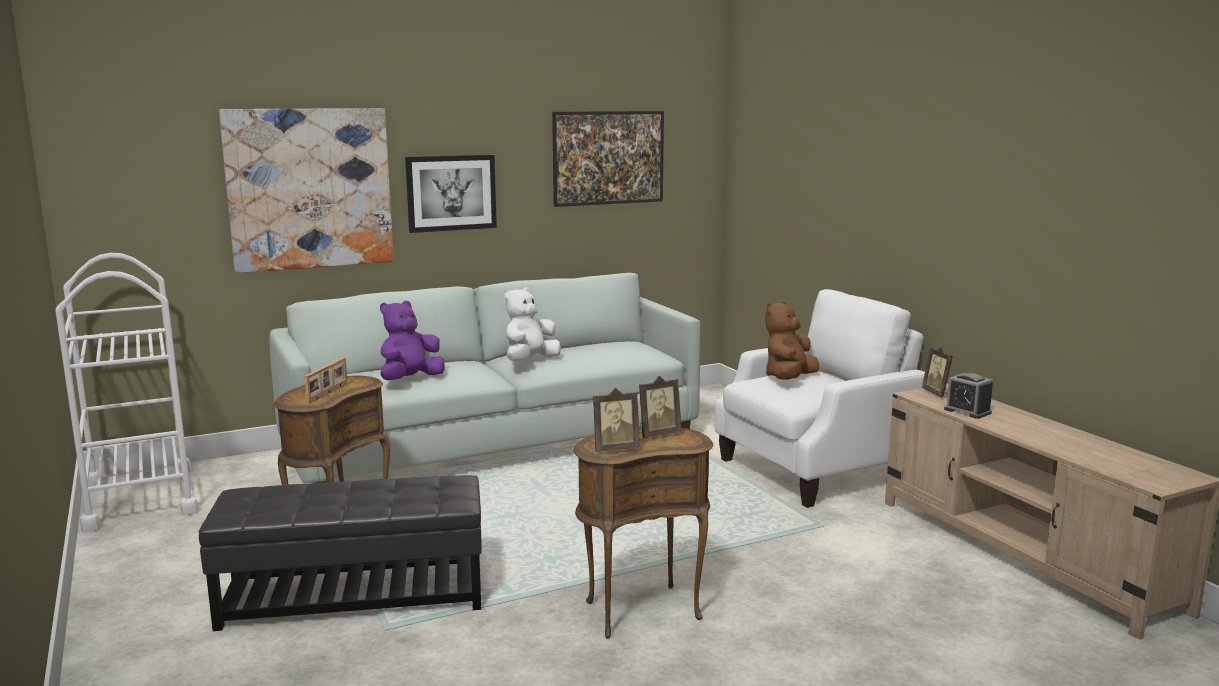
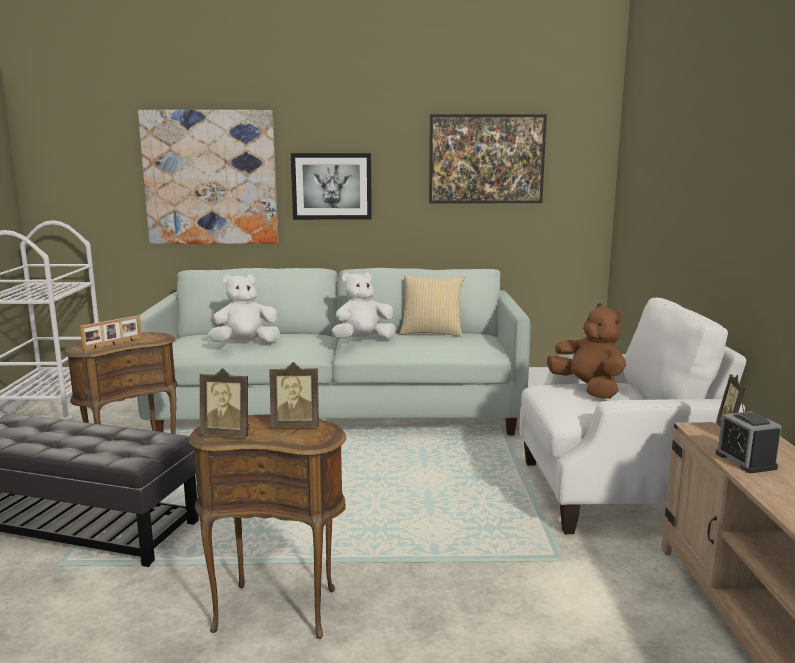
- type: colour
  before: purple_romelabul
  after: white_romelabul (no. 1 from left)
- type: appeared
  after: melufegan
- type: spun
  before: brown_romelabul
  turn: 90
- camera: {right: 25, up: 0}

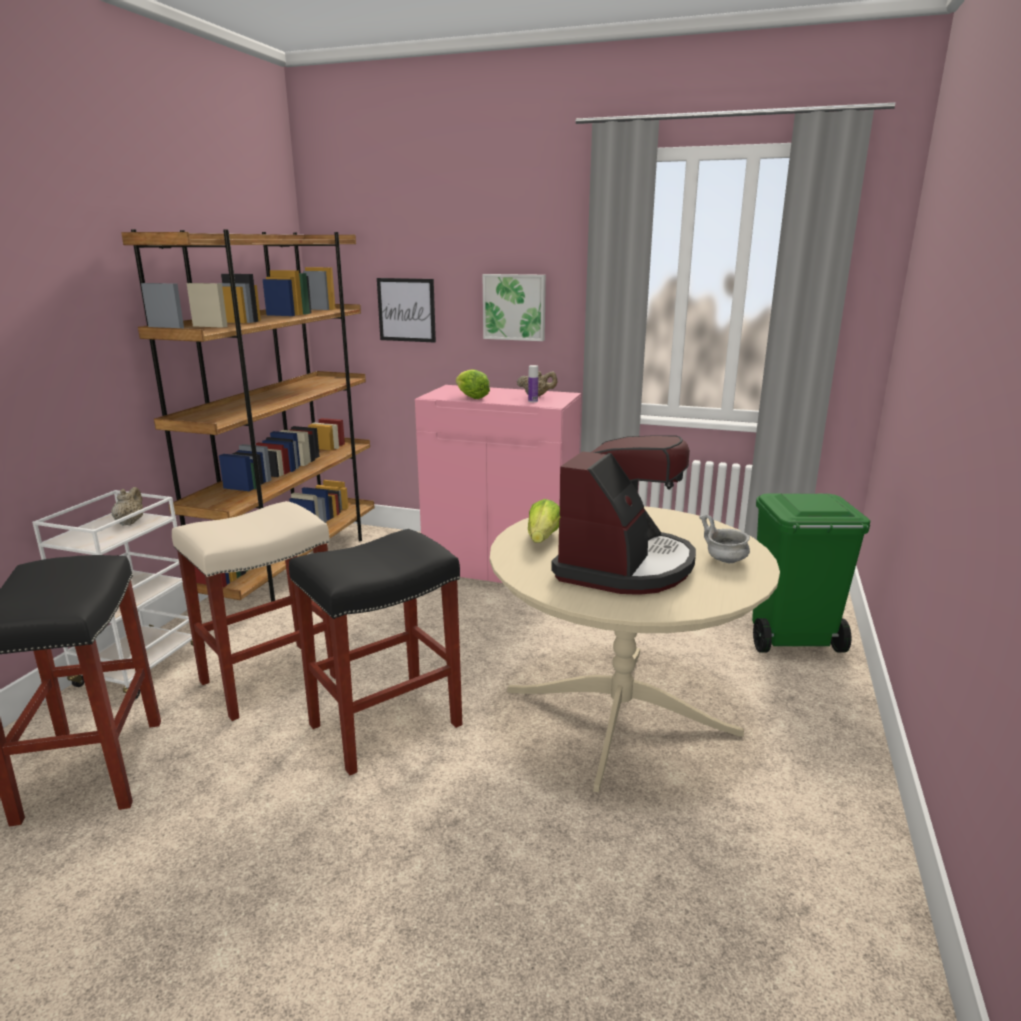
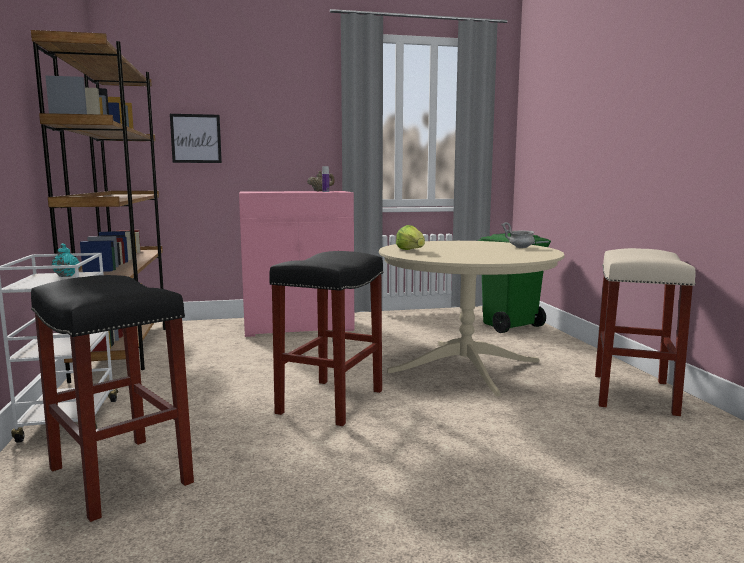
- type: colour
  before: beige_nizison (no. 1 from left)
  after: turquoise_nizison
- type: relocated
  before: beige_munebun
- type: missing
  before: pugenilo (no. 1 from left)
- type: missing
  before: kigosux (no. 2 from left)
- type: missing
  before: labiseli
- camera: {right: -30, up: -10}

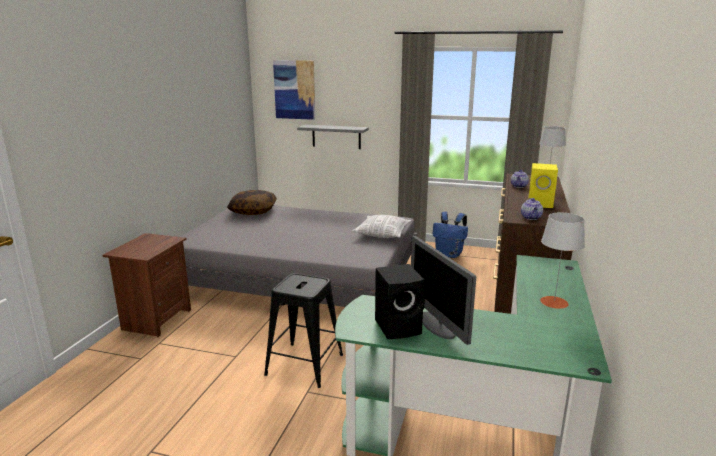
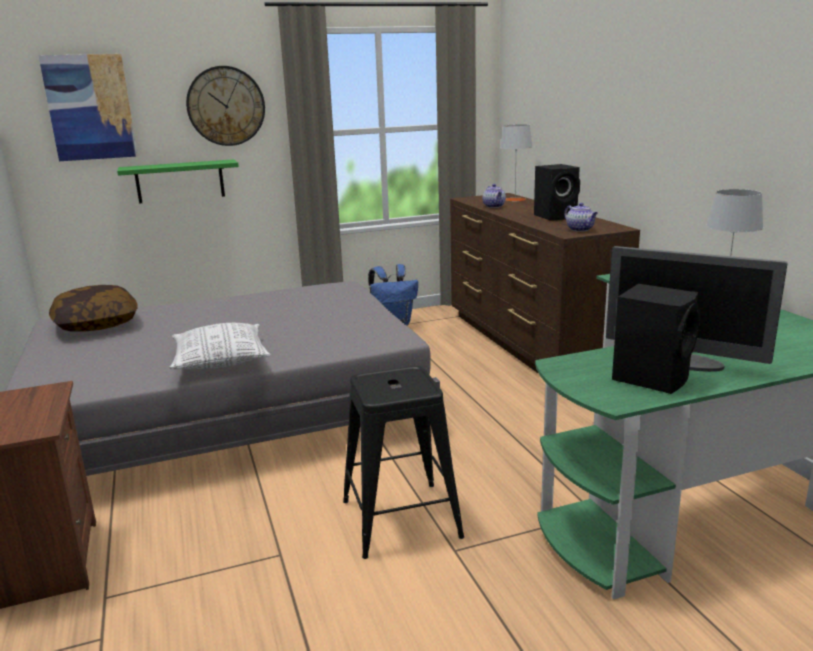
- type: colour
  before: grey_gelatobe
  after: green_gelatobe
- type: relocated
  before: melufegan (no. 2 from left)
- type: appeared
  after: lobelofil
- type: colour
  before: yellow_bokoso
  after: black_bokoso (no. 1 from left)
- camera: {right: -35, up: 0}

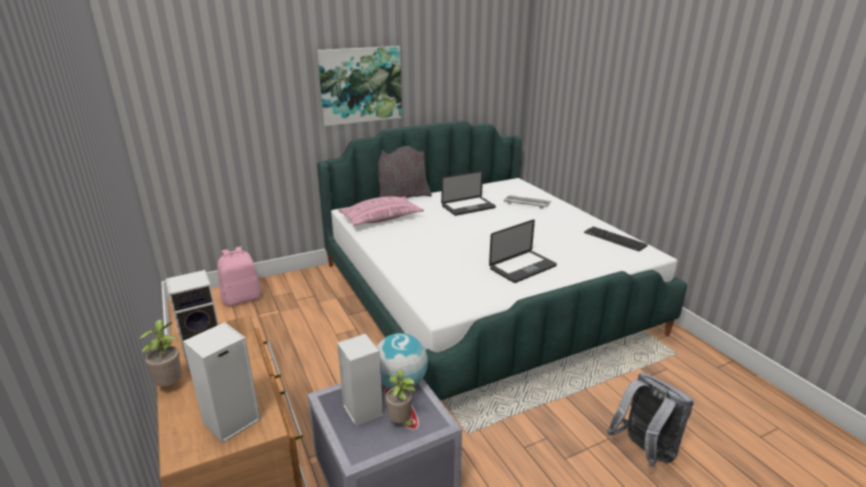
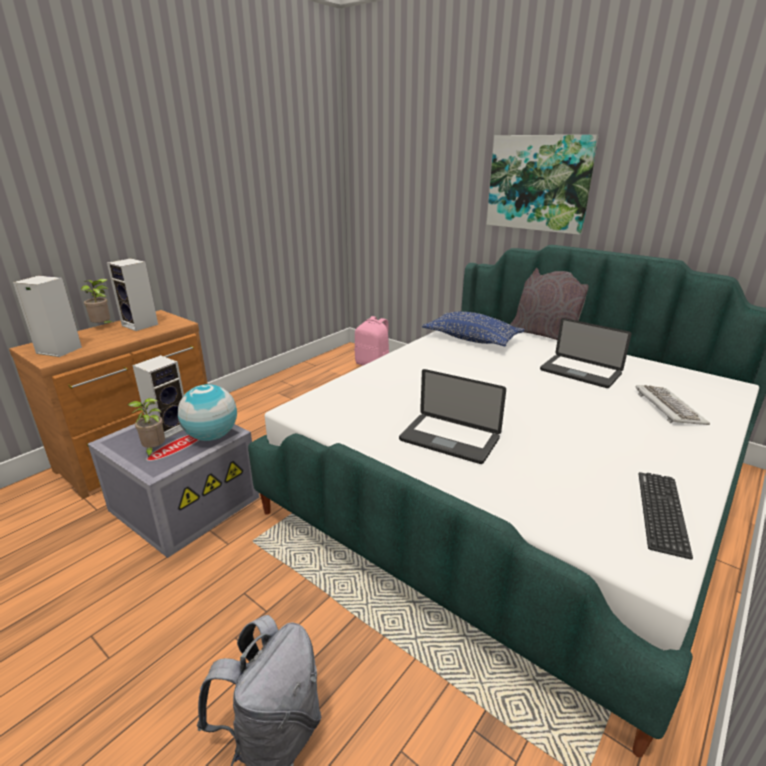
- type: colour
  before: pink_melufegan
  after: blue_melufegan
- camera: {right: 65, up: 0}

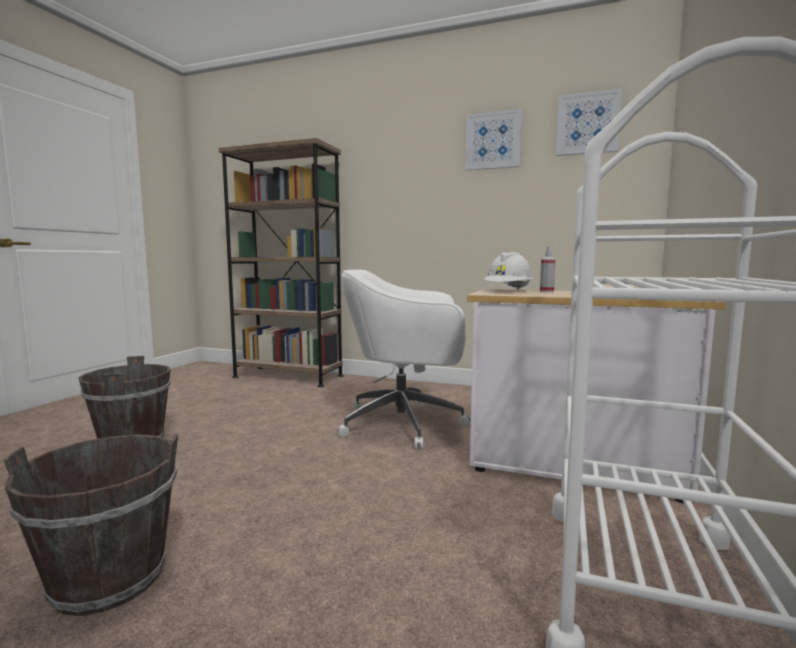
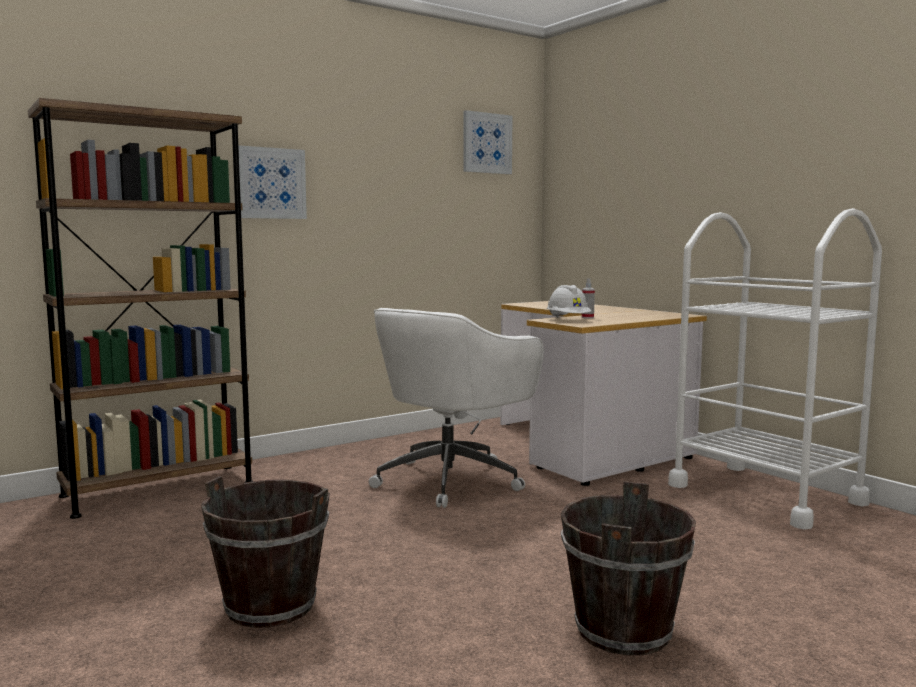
- type: relocated
  before: kigosux (no. 1 from left)
- camera: {right: -55, up: 0}

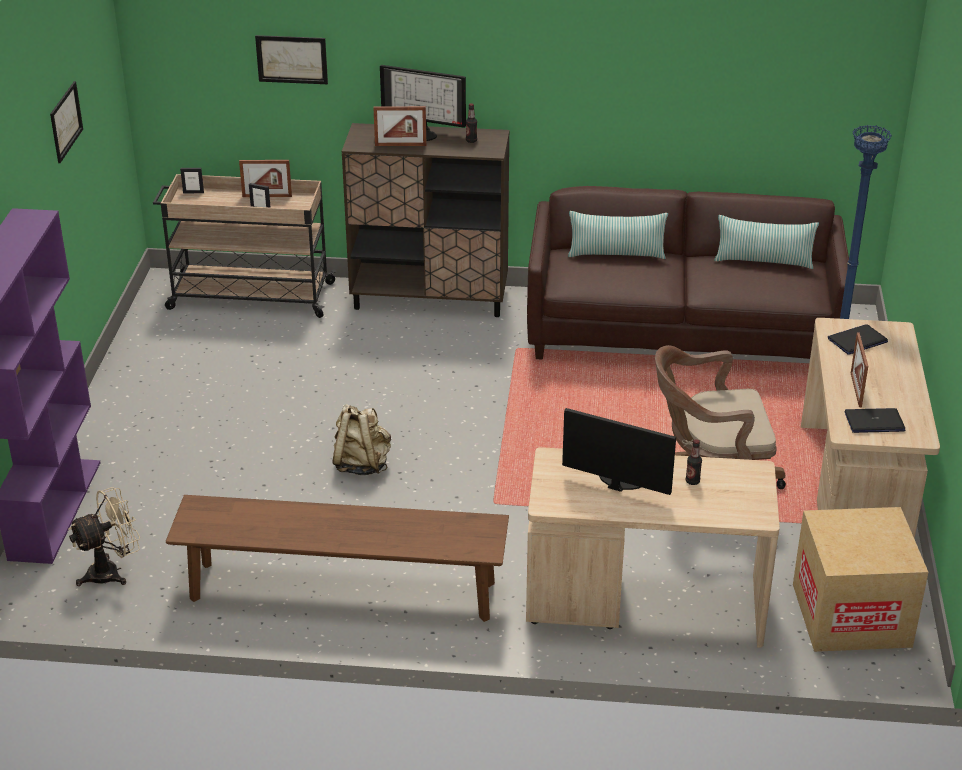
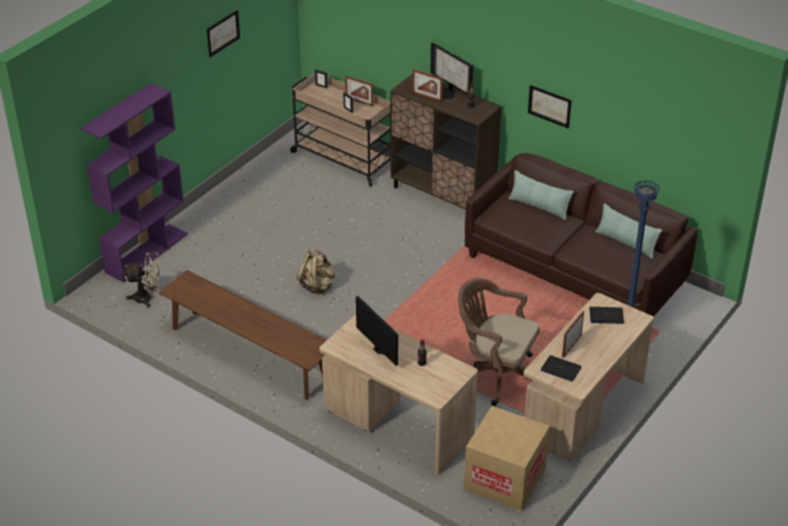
- type: relocated
  before: kigosux (no. 2 from left)
- camera: {right: 30, up: 5}

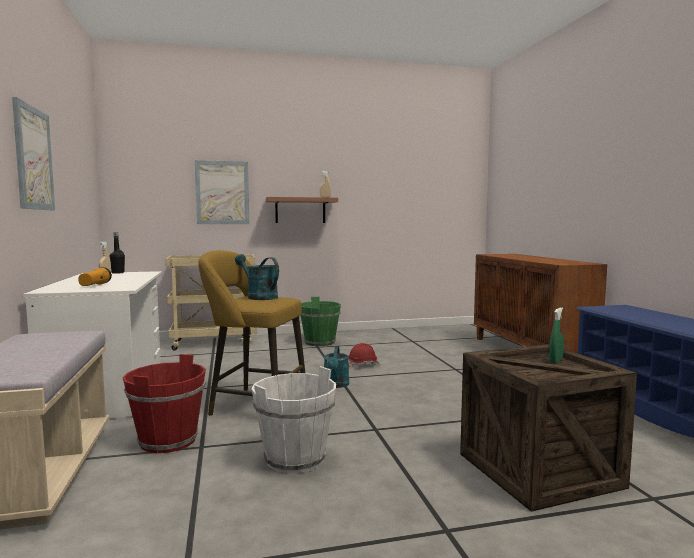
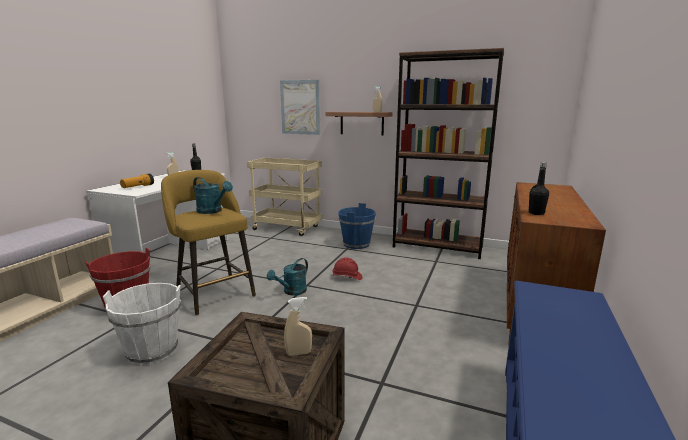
- type: spun
  before: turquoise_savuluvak (no. 1 from left)
  turn: 135
- type: colour
  before: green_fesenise
  after: beige_fesenise (no. 2 from left)
- type: colour
  before: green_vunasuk
  after: blue_vunasuk
- type: appeared
  after: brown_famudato
- type: appeared
  after: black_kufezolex (no. 2 from left)
- type: missing
  before: kigosux (no. 1 from left)
- camera: {right: 35, up: 10}

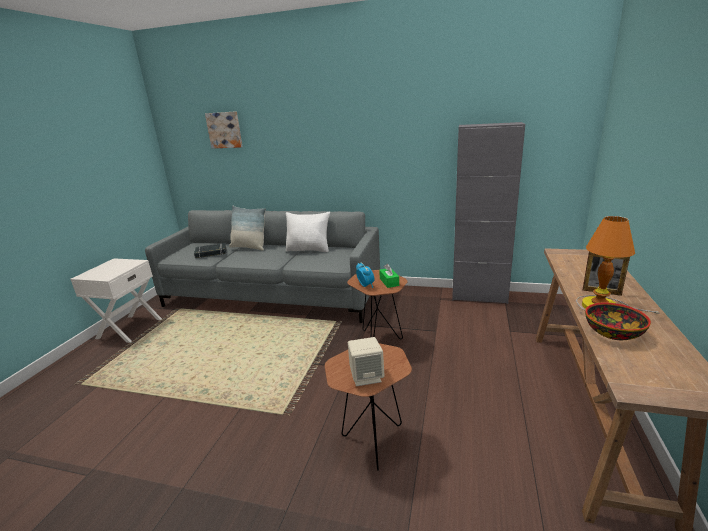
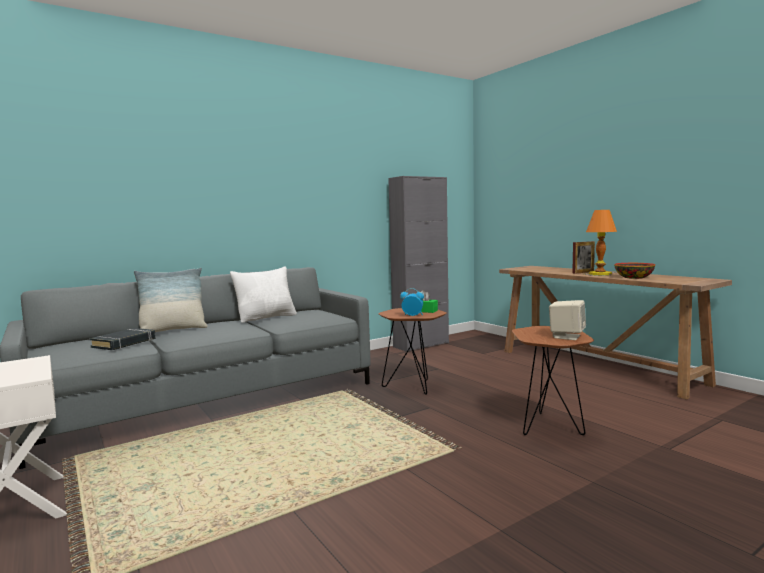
- type: missing
  before: kigosux
- camera: {right: -50, up: -15}

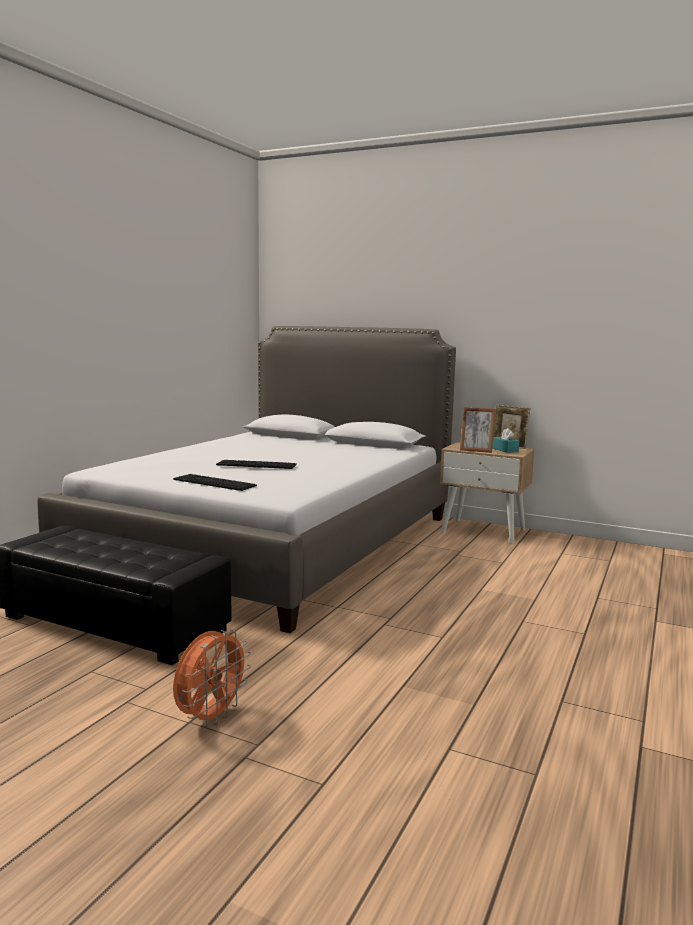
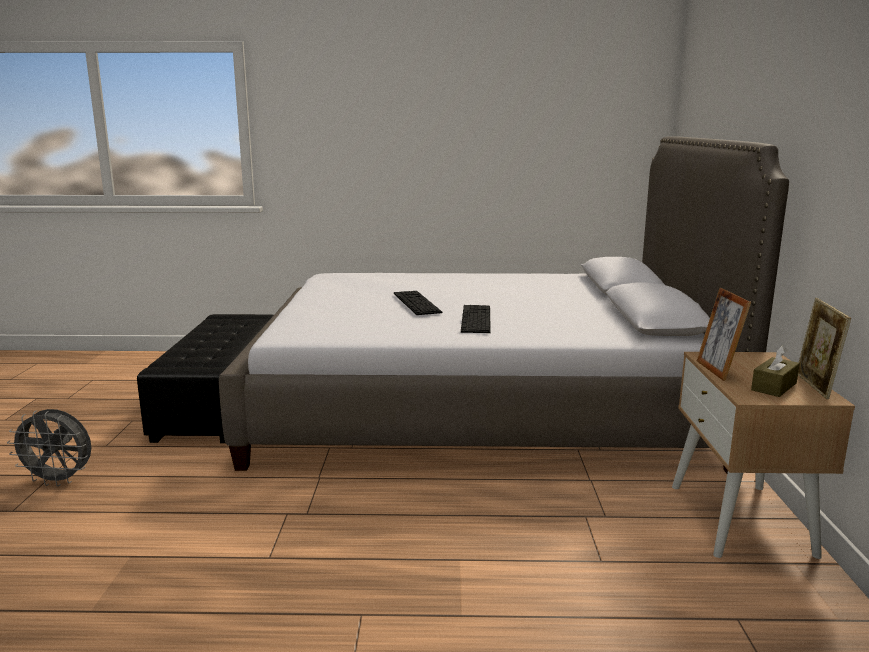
- type: colour
  before: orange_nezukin
  after: grey_nezukin
- type: relocated
  before: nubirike (no. 1 from left in the first image)
  after: nubirike (no. 2 from left)
- type: colour
  before: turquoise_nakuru
  after: brown_nakuru
- camera: {right: 65, up: 5}

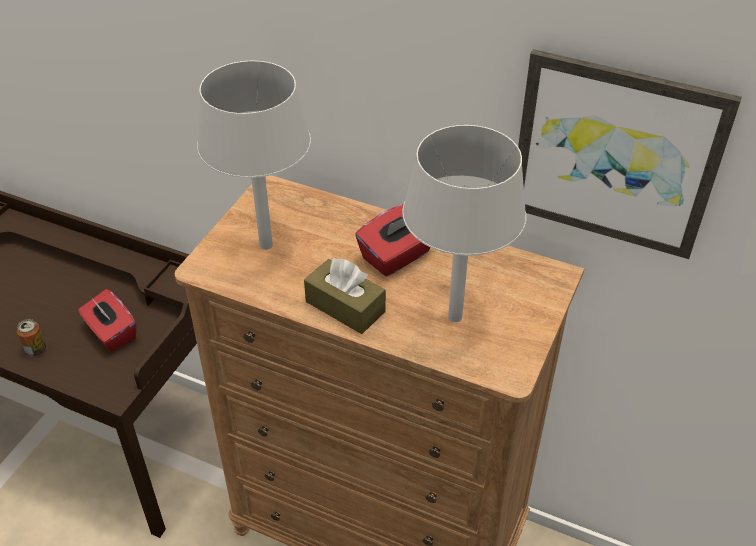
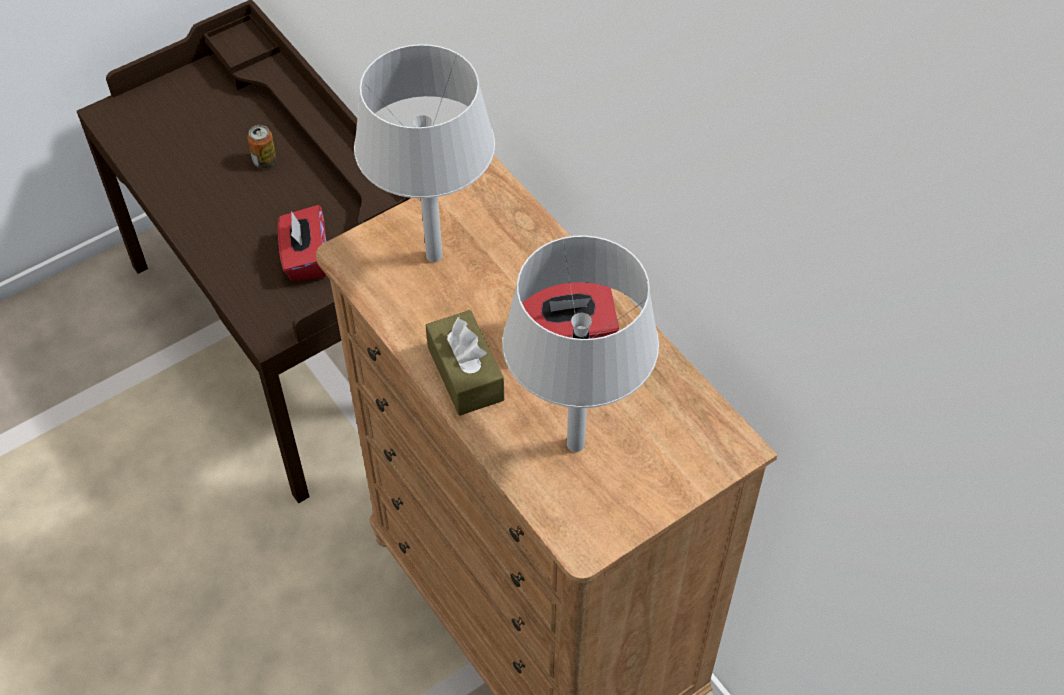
- type: relocated
  before: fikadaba
- type: missing
  before: kigosux
- camera: {right: 30, up: 10}

